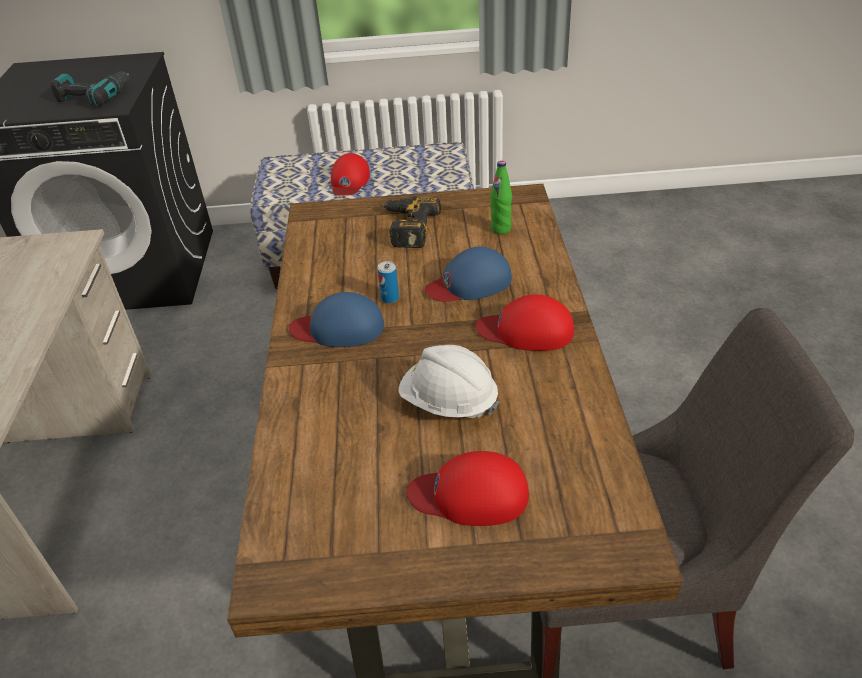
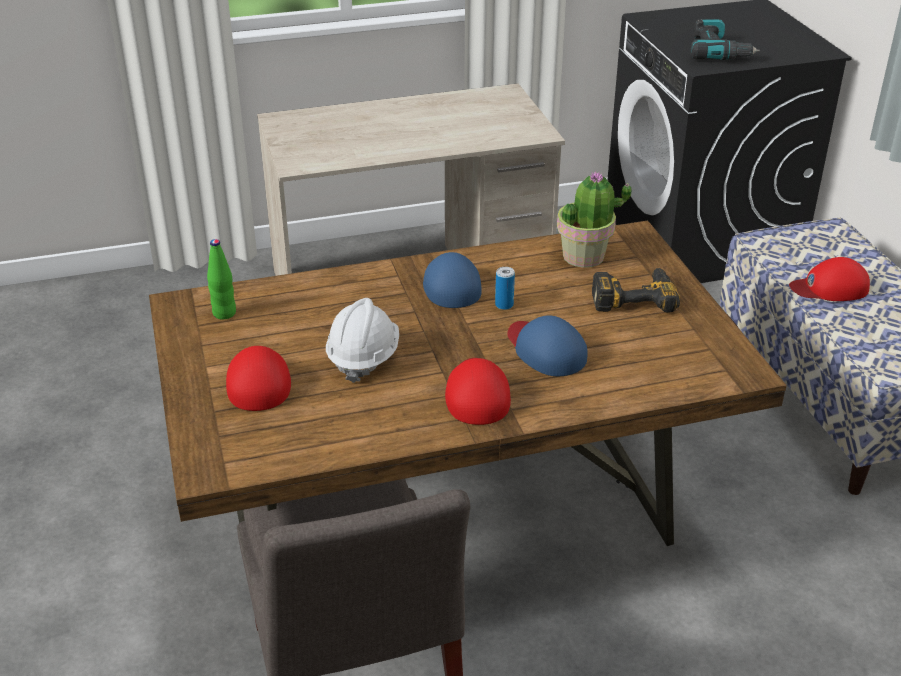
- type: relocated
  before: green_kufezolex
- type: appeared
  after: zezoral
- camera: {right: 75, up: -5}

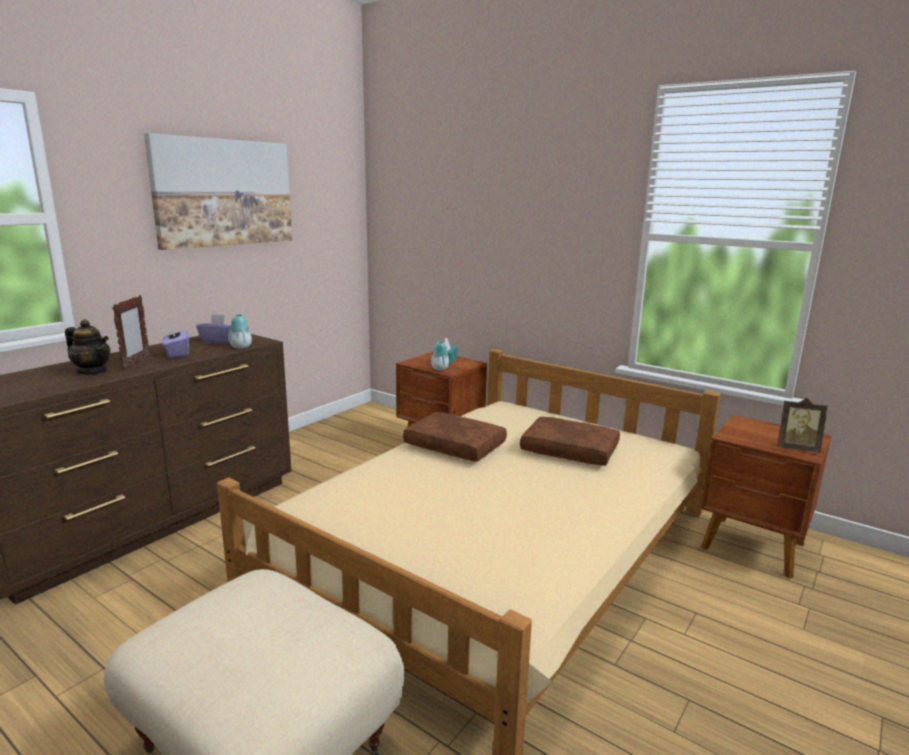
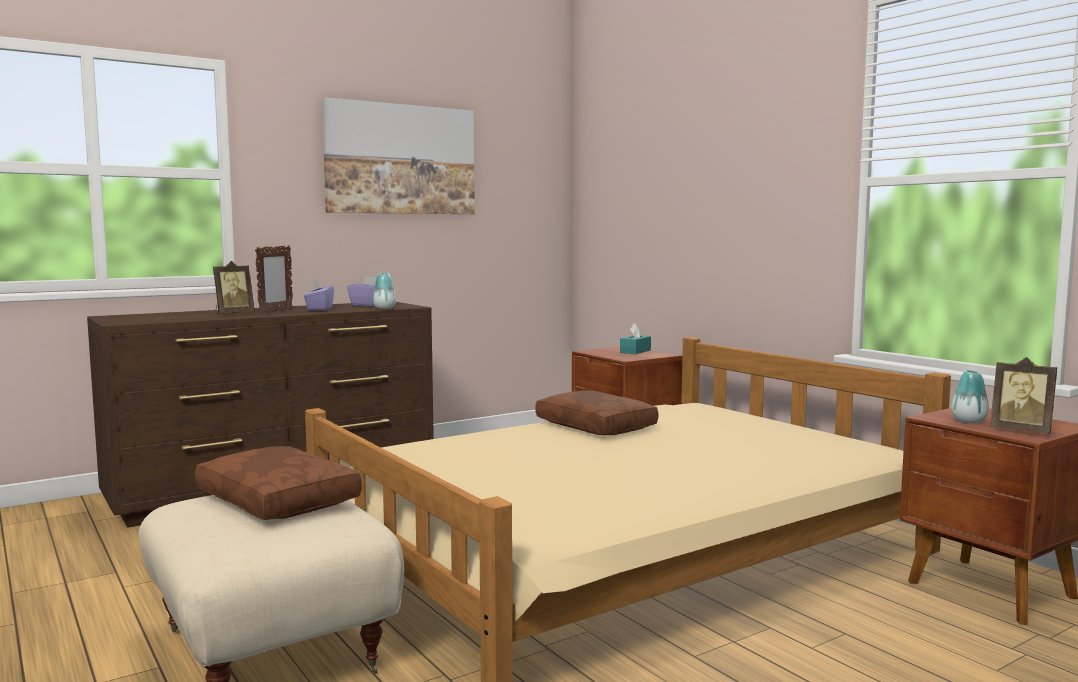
- type: relocated
  before: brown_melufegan (no. 2 from left in the first image)
  after: brown_melufegan (no. 1 from left)
- type: exchanged
  before: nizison
  after: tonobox (no. 1 from left)
- type: relocated
  before: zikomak (no. 2 from left)
- camera: {right: 20, up: -10}

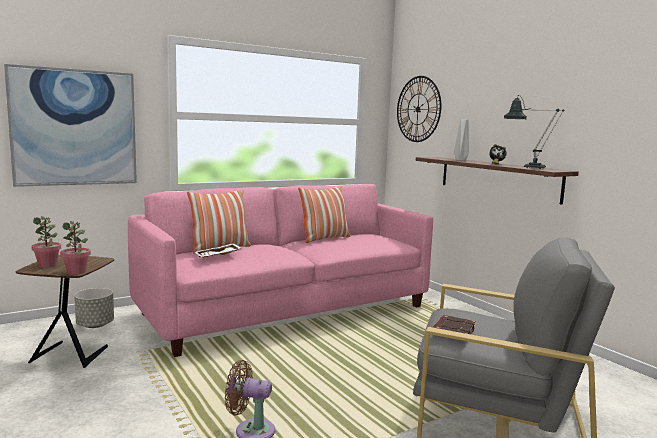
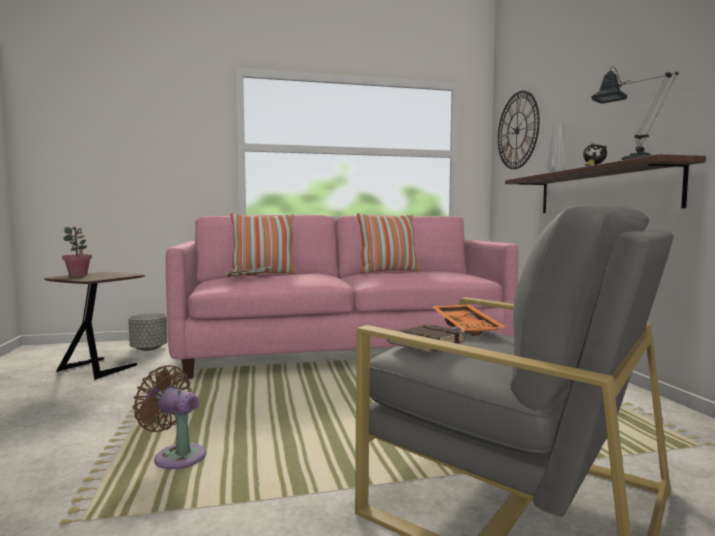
- type: appeared
  after: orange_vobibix
- type: missing
  before: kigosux
- type: missing
  before: zezoral (no. 2 from left)
- camera: {right: 20, up: -5}

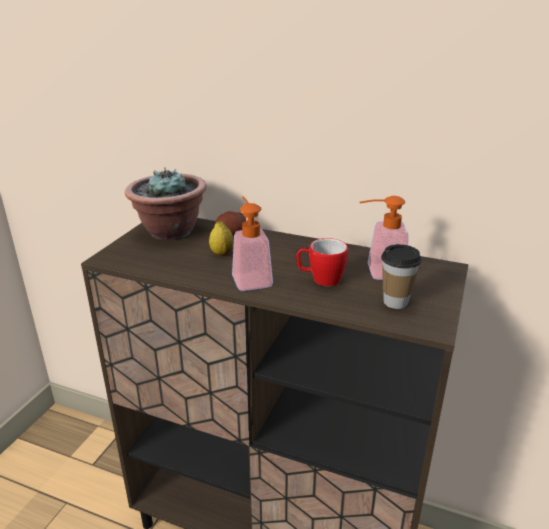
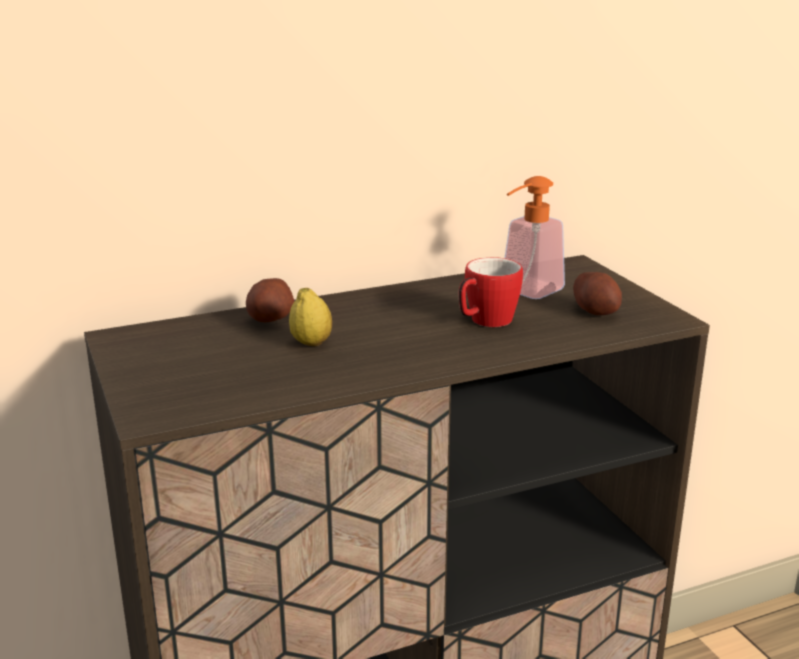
- type: exchanged
  before: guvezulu
  after: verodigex (no. 2 from left)
- type: missing
  before: zezoral
- type: missing
  before: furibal (no. 1 from left)
- camera: {right: -45, up: -5}

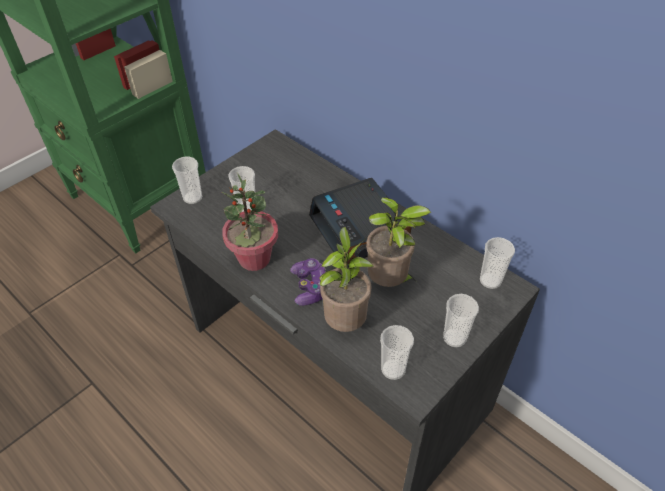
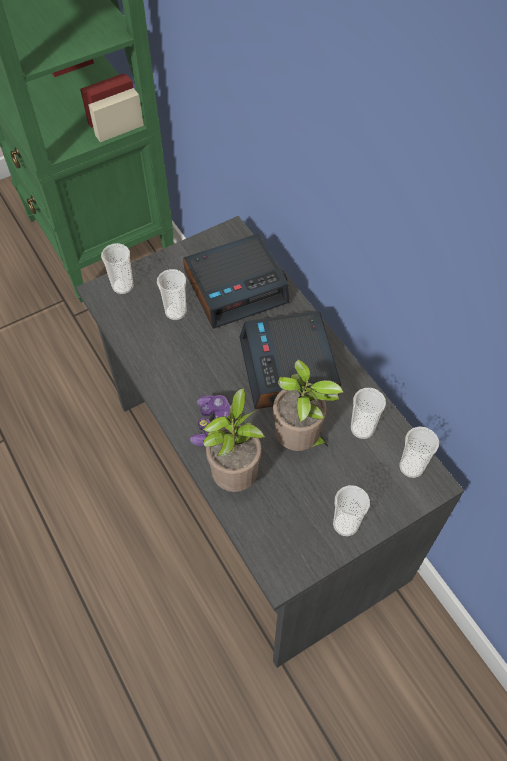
- type: appeared
  after: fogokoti (no. 1 from left)
- type: relocated
  before: guvezulu (no. 3 from left in the first image)
  after: guvezulu (no. 4 from left)
- type: missing
  before: zezoral (no. 1 from left)
- camera: {right: 15, up: 10}

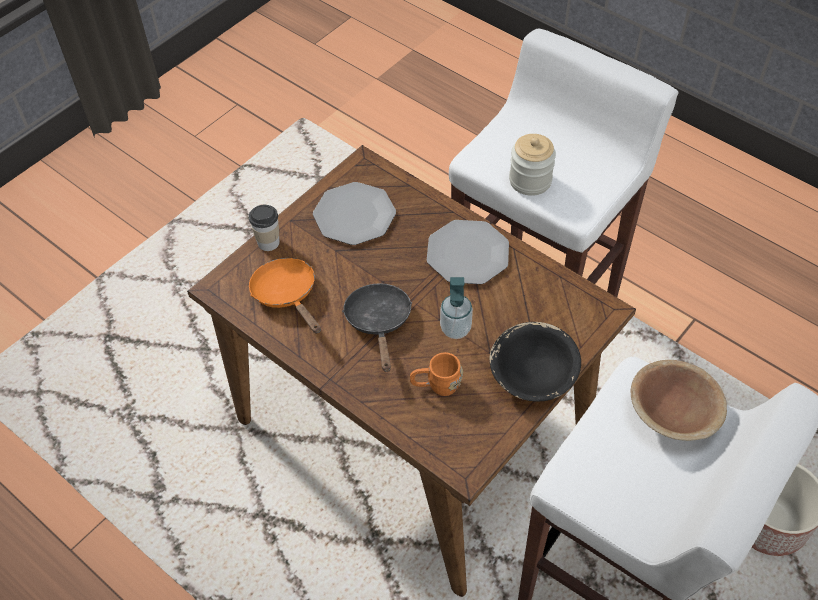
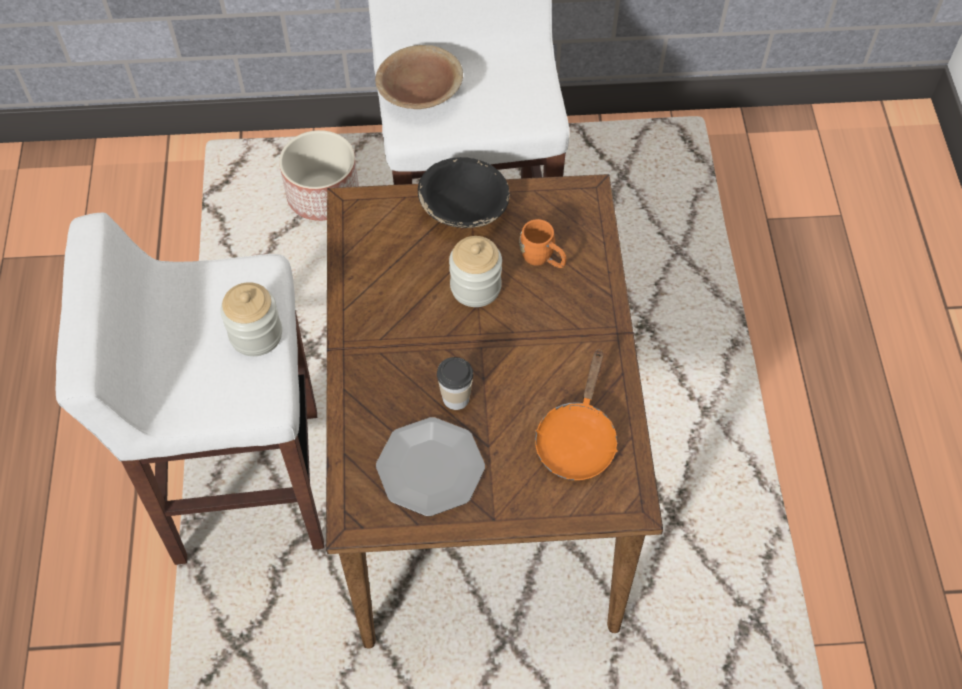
- type: relocated
  before: guvezulu
- type: exchanged
  before: furibal
  after: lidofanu (no. 2 from left)
- type: missing
  before: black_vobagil
- type: missing
  before: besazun (no. 2 from left)
- camera: {right: -135, up: 5}

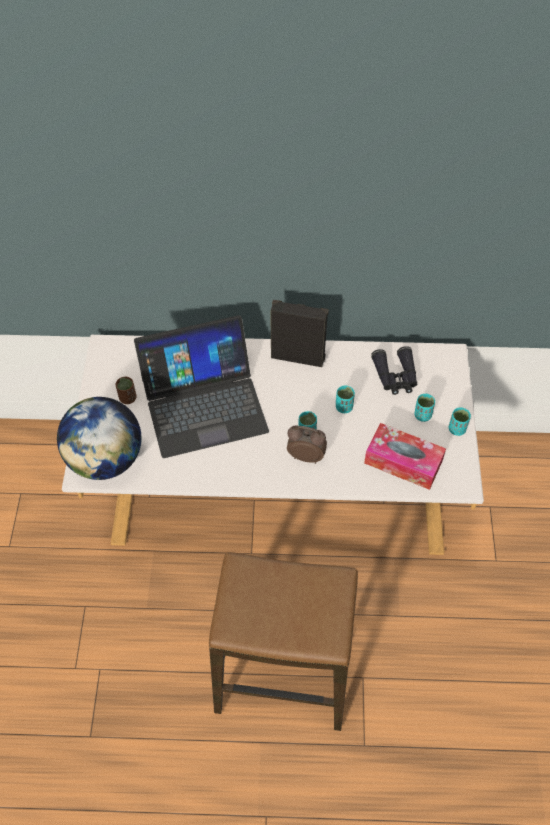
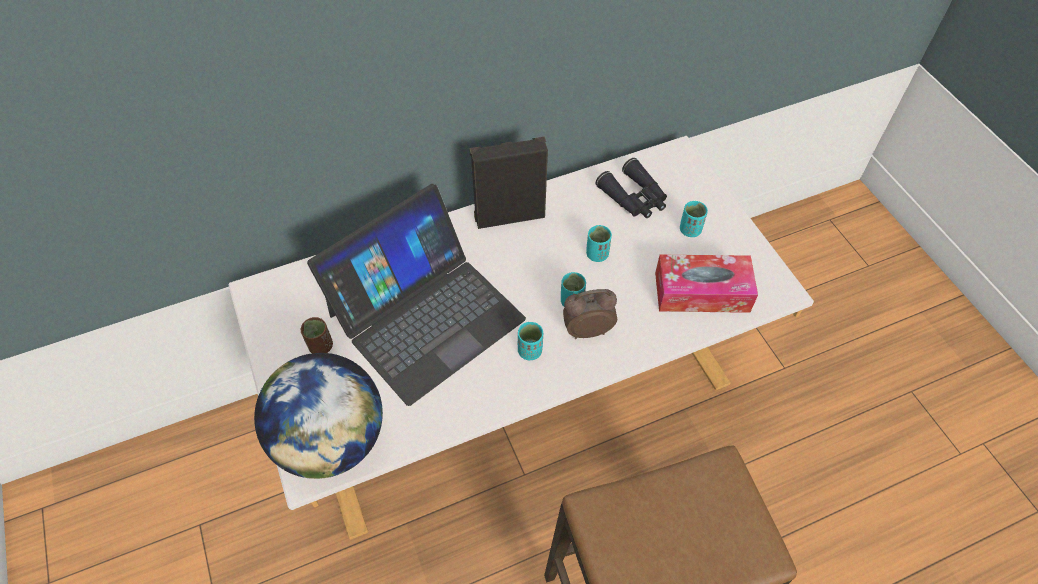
- type: relocated
  before: turquoise_guvezulu (no. 4 from left in the first image)
  after: turquoise_guvezulu (no. 1 from left)
- camera: {right: -25, up: 0}

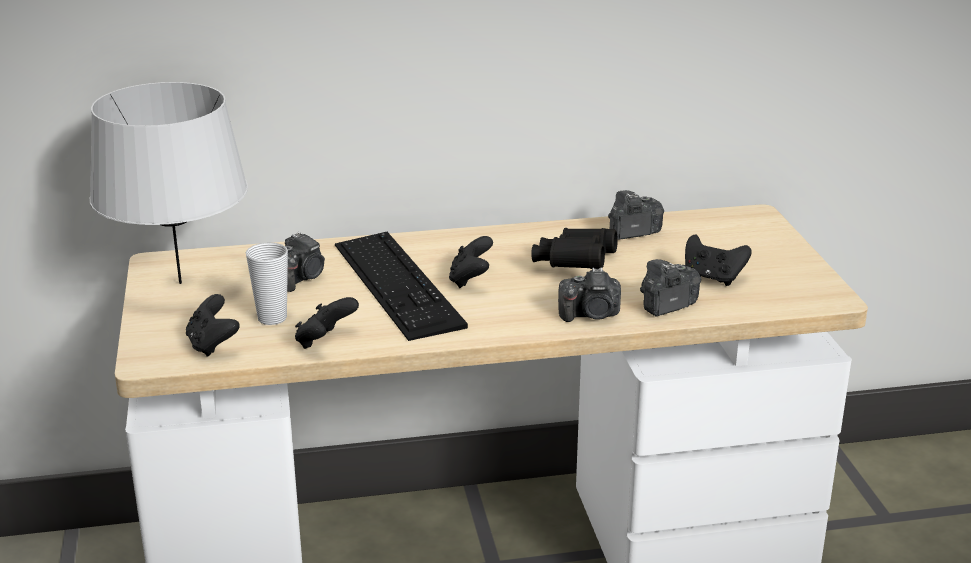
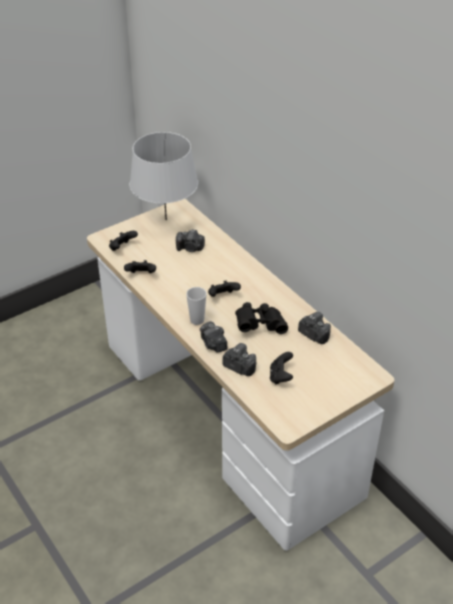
- type: relocated
  before: guvezulu
- type: missing
  before: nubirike
- camera: {right: 65, up: 15}

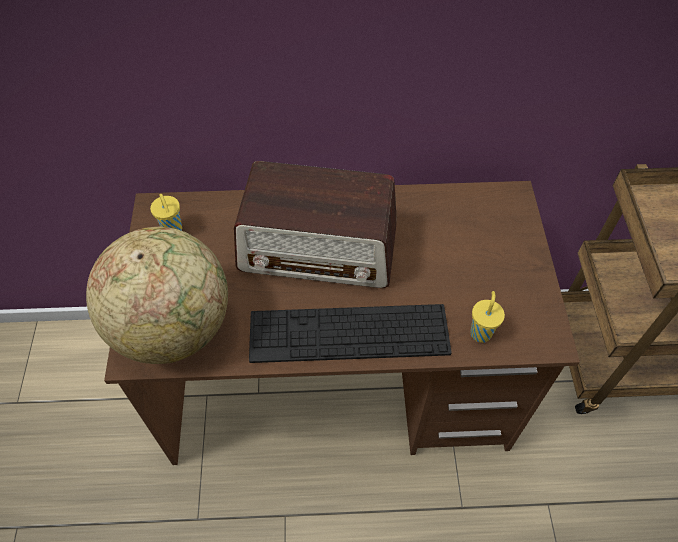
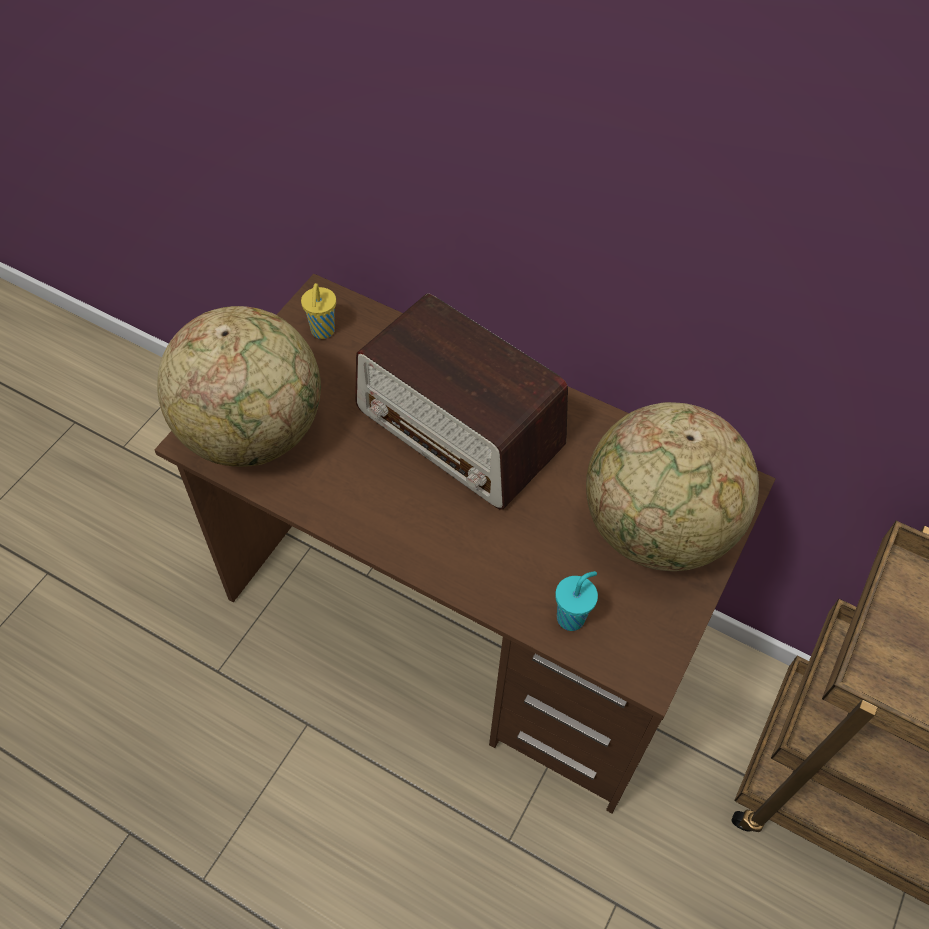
- type: colour
  before: yellow_guvezulu (no. 2 from left)
  after: turquoise_guvezulu
- type: appeared
  after: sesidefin (no. 2 from left)
- type: missing
  before: nubirike
- camera: {right: 30, up: 0}

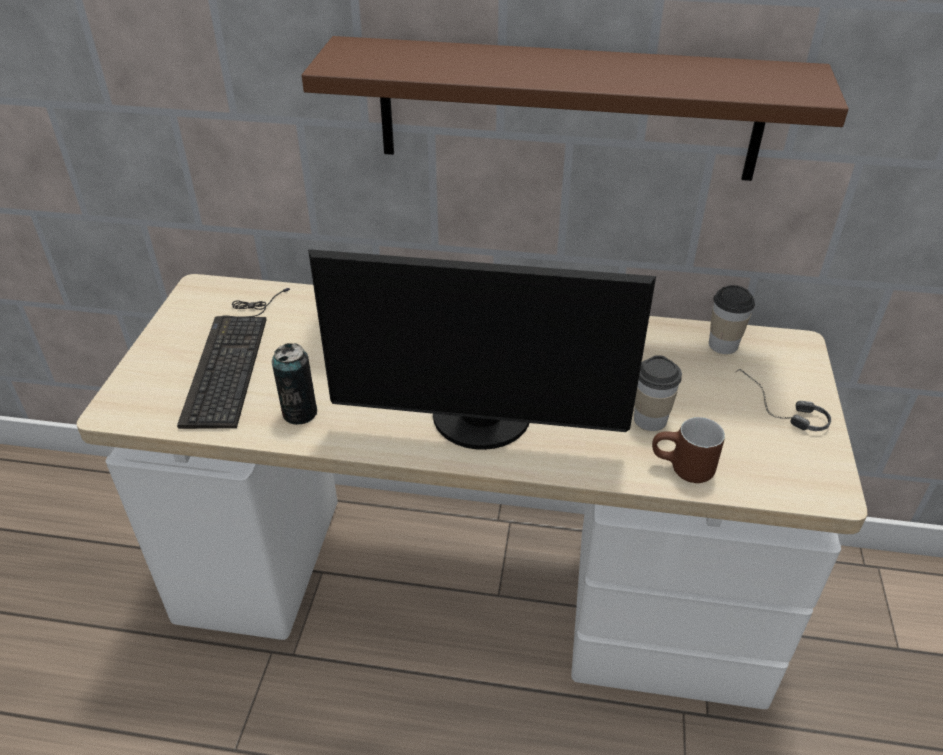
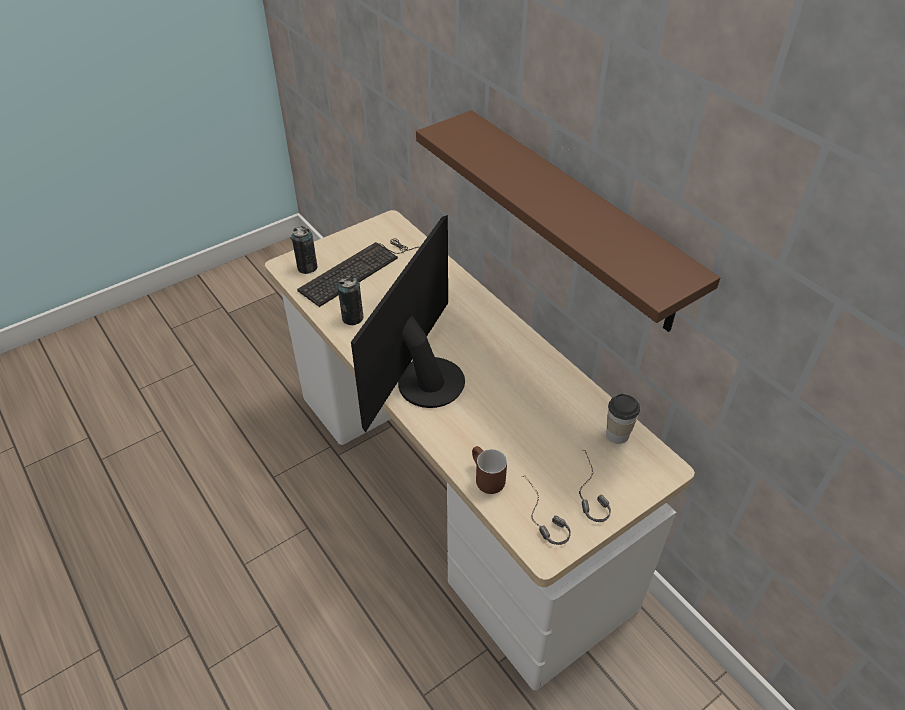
- type: appeared
  after: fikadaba (no. 1 from left)
- type: spun
  before: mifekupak
  turn: 60
- type: appeared
  after: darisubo (no. 1 from left)
- type: missing
  before: guvezulu (no. 1 from left)
- camera: {right: 45, up: 5}

